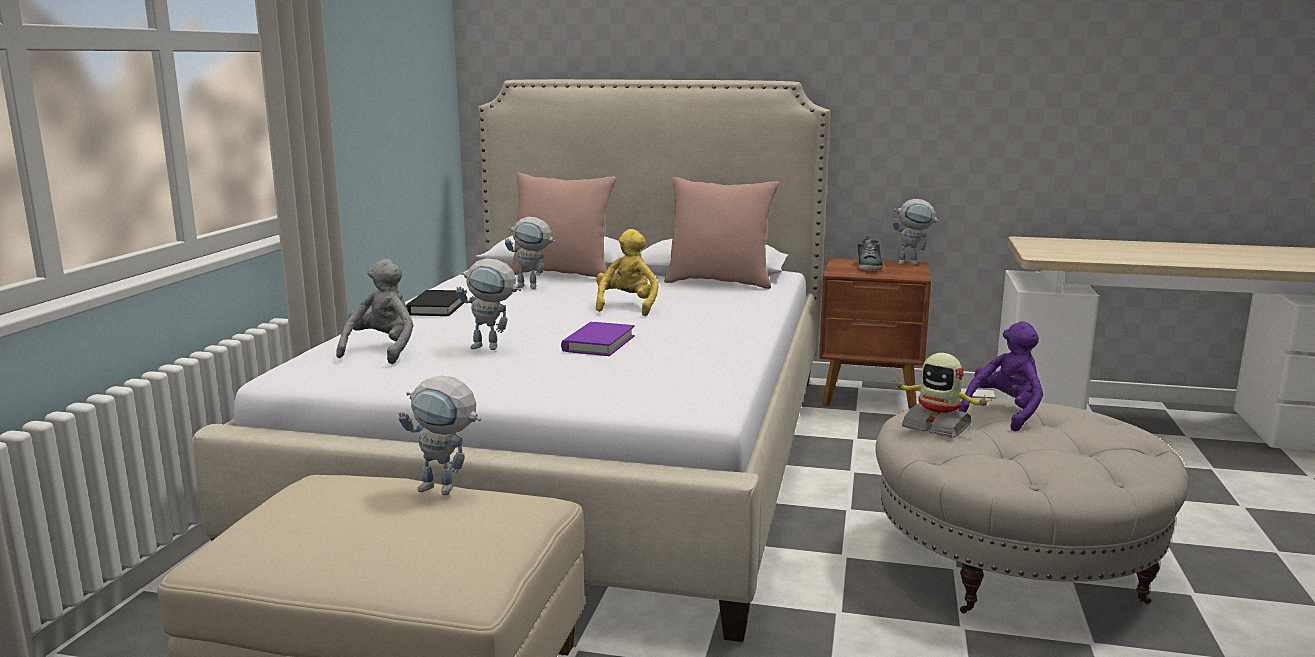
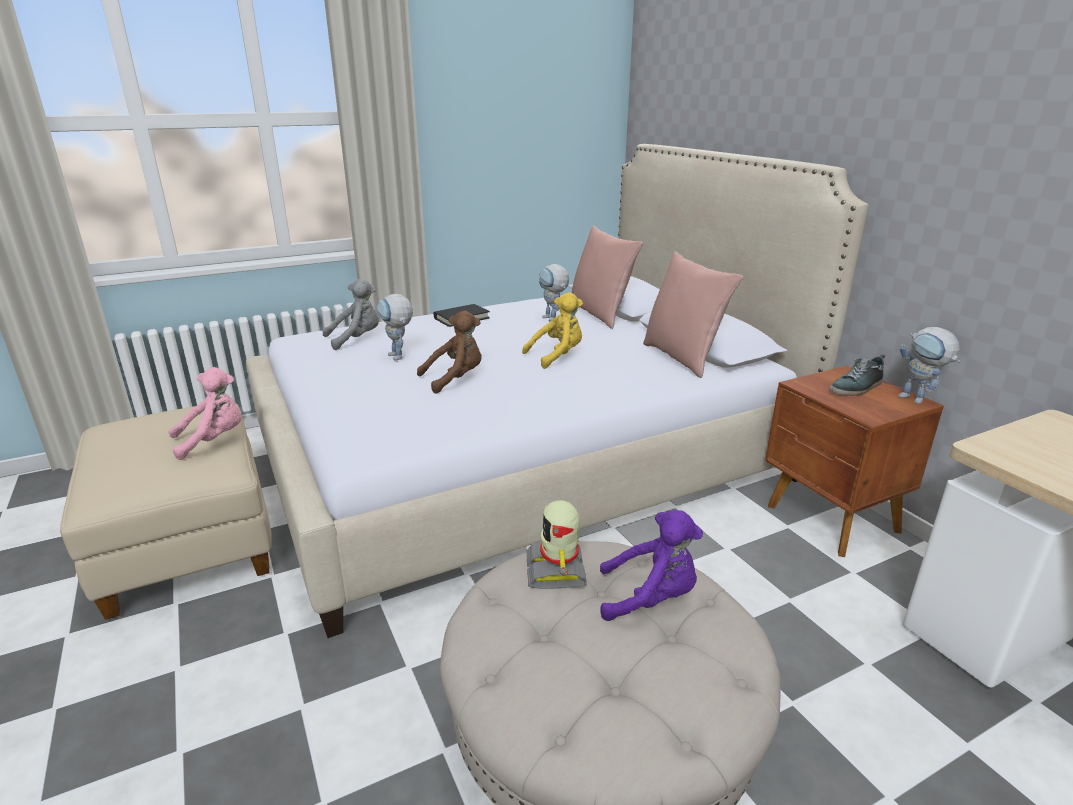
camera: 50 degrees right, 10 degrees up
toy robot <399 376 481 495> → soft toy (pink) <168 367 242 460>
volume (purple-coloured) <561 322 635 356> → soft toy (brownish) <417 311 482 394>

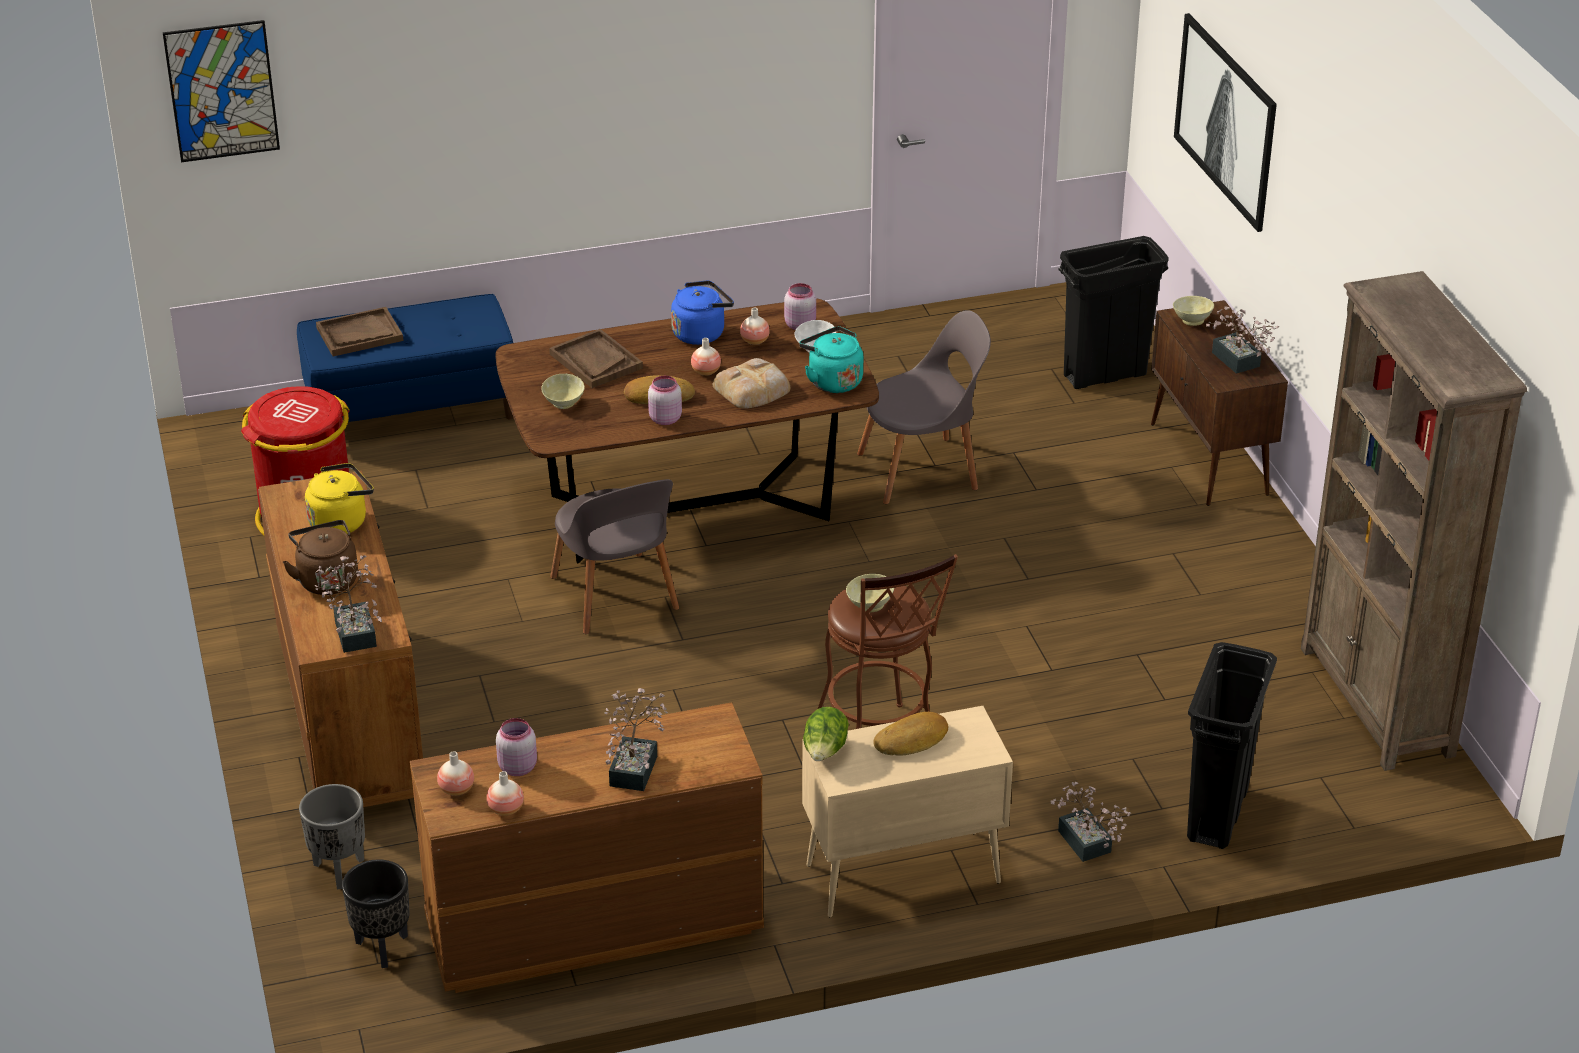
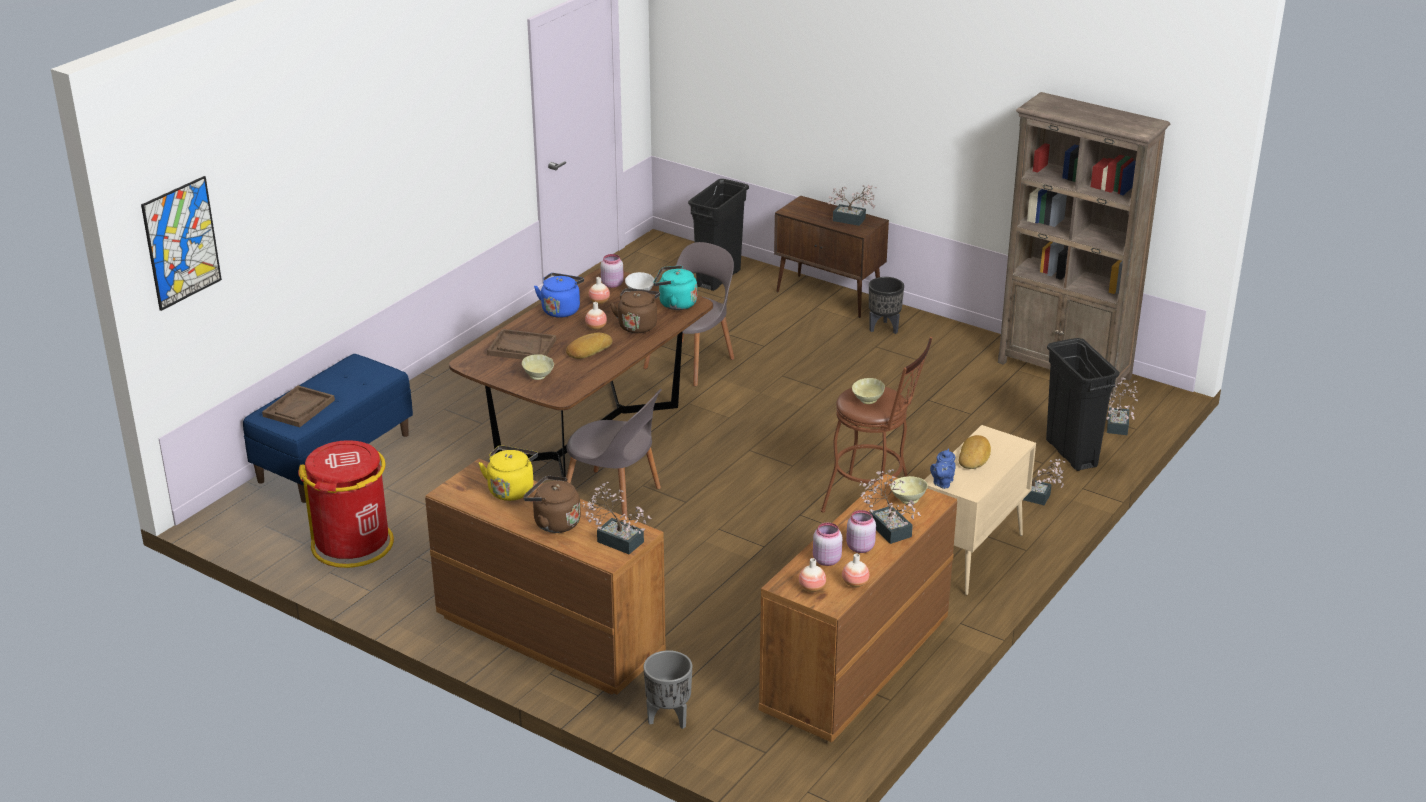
camera: 40 degrees left, 5 degrees down
flower pot (black-coloured) <342 859 409 968> → flower pot (black-coloured) <869 277 904 334>, relocated
jar (pink) <648 376 682 425> → jar (pink) <846 510 876 553>, relocated
bread <713 358 790 409> → kettle (brownish) <610 288 660 333>
head of lettuce <803 707 849 761> → teapot (blue) <930 448 956 489>
deep dish (beige-coloured) <1173 296 1214 326> → deep dish (beige-coloured) <890 476 928 504>, relocated
picture <1174 13 1277 232> → -
- → plant in a pot <1106 378 1138 435>

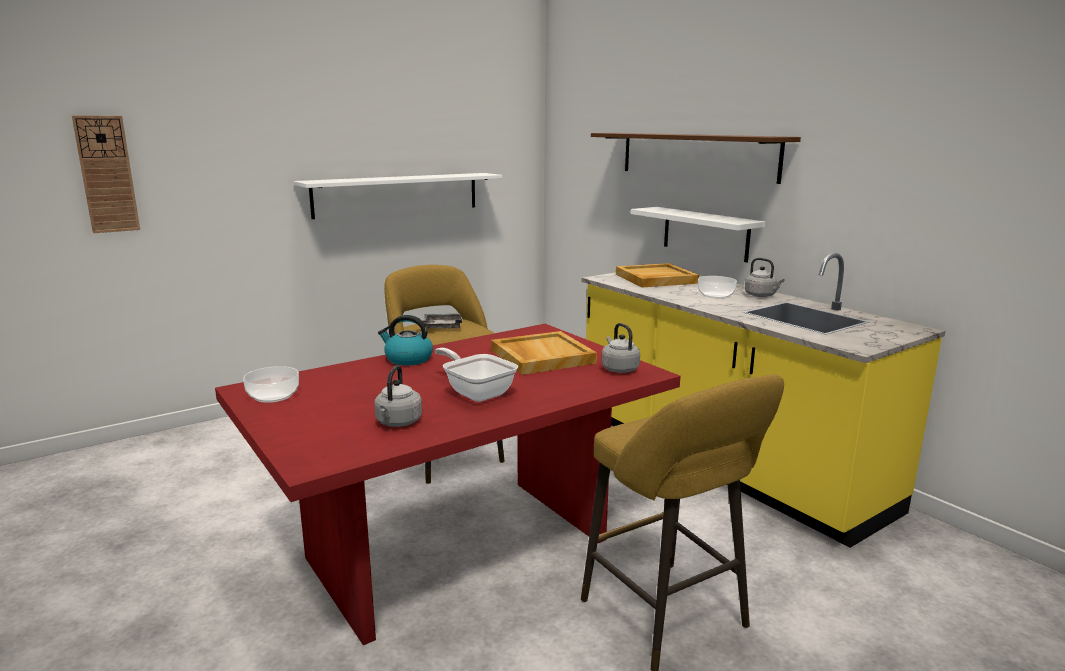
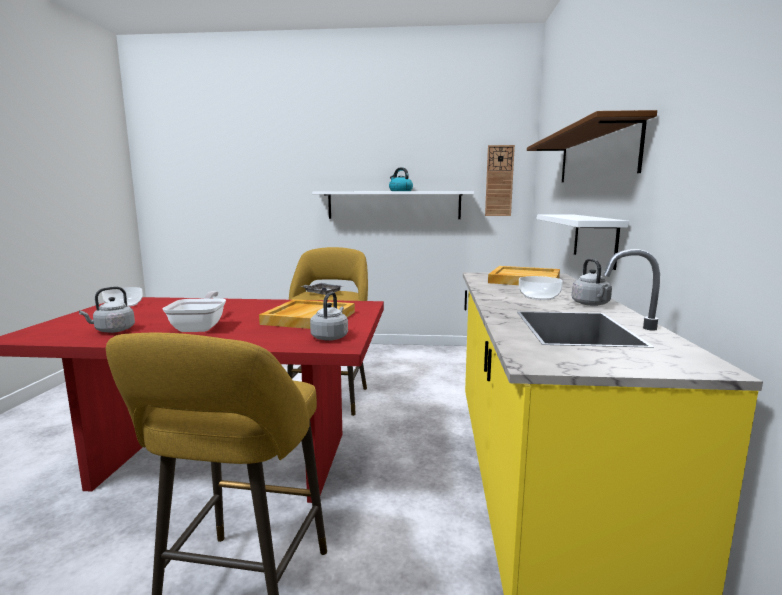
camera: 40 degrees right, 5 degrees down
wall clock <72 115 140 233> → wall clock <485 145 515 216>, relocated
kettle <378 315 433 365> → kettle <389 167 413 191>, relocated

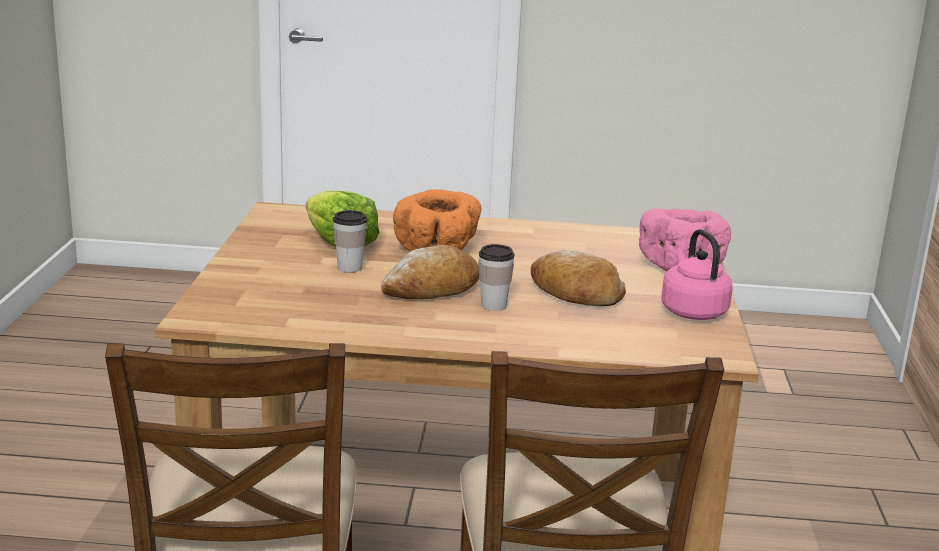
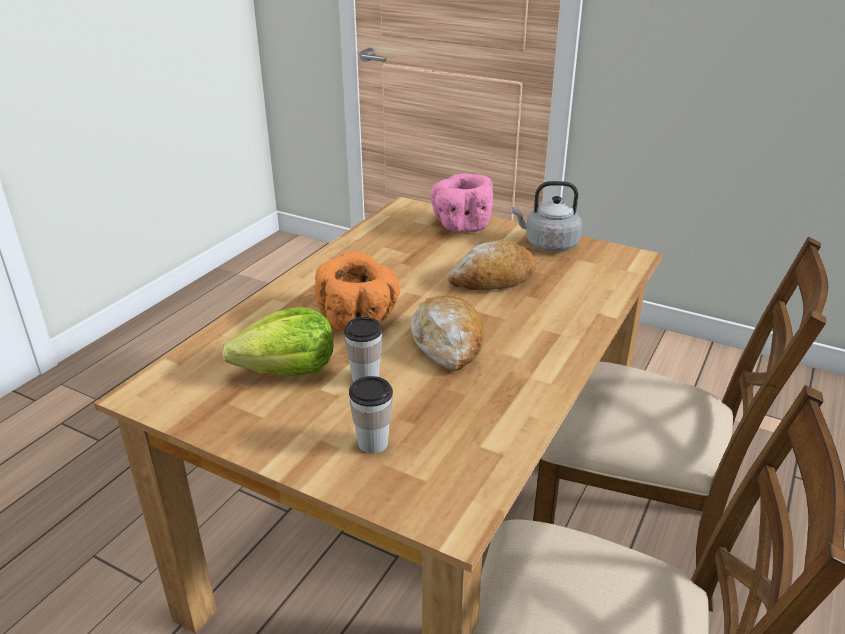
camera: 65 degrees left, 10 degrees up
cup <478 244 514 311> → cup <349 376 393 454>, relocated
kettle (pink) <661 229 733 320> → kettle (greyish) <512 181 582 252>

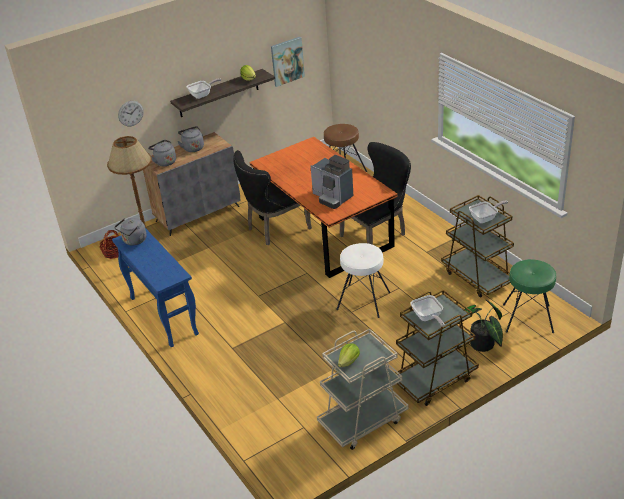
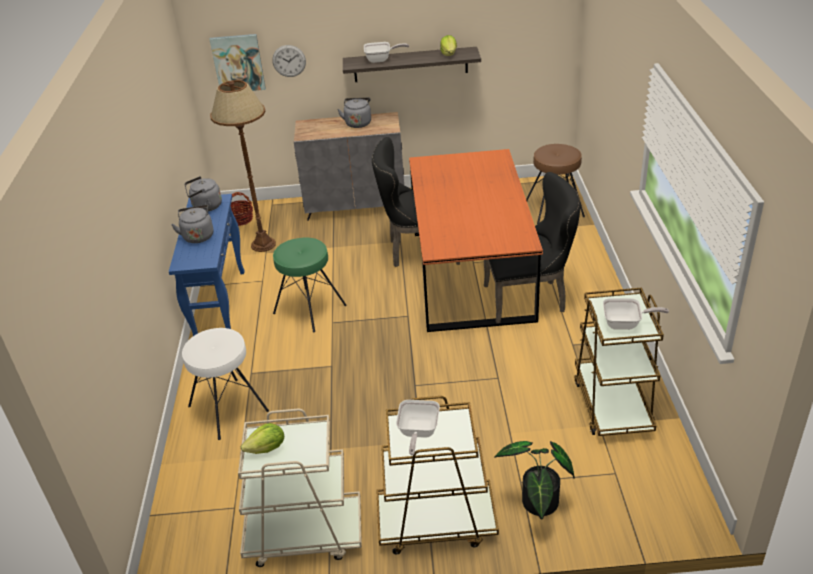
camera: 30 degrees right, 0 degrees up
kettle (greyish) <148 140 176 166> → kettle (greyish) <171 205 213 243>, relocated
picture <271 37 305 87> → picture <209 34 266 91>, relocated
coffee machine <311 155 353 209> → -
stool (white) <336 243 390 318> → stool (white) <182 328 269 440>, relocated
stool (green-coloured) <503 259 556 333> → stool (green-coloured) <273 238 347 332>, relocated

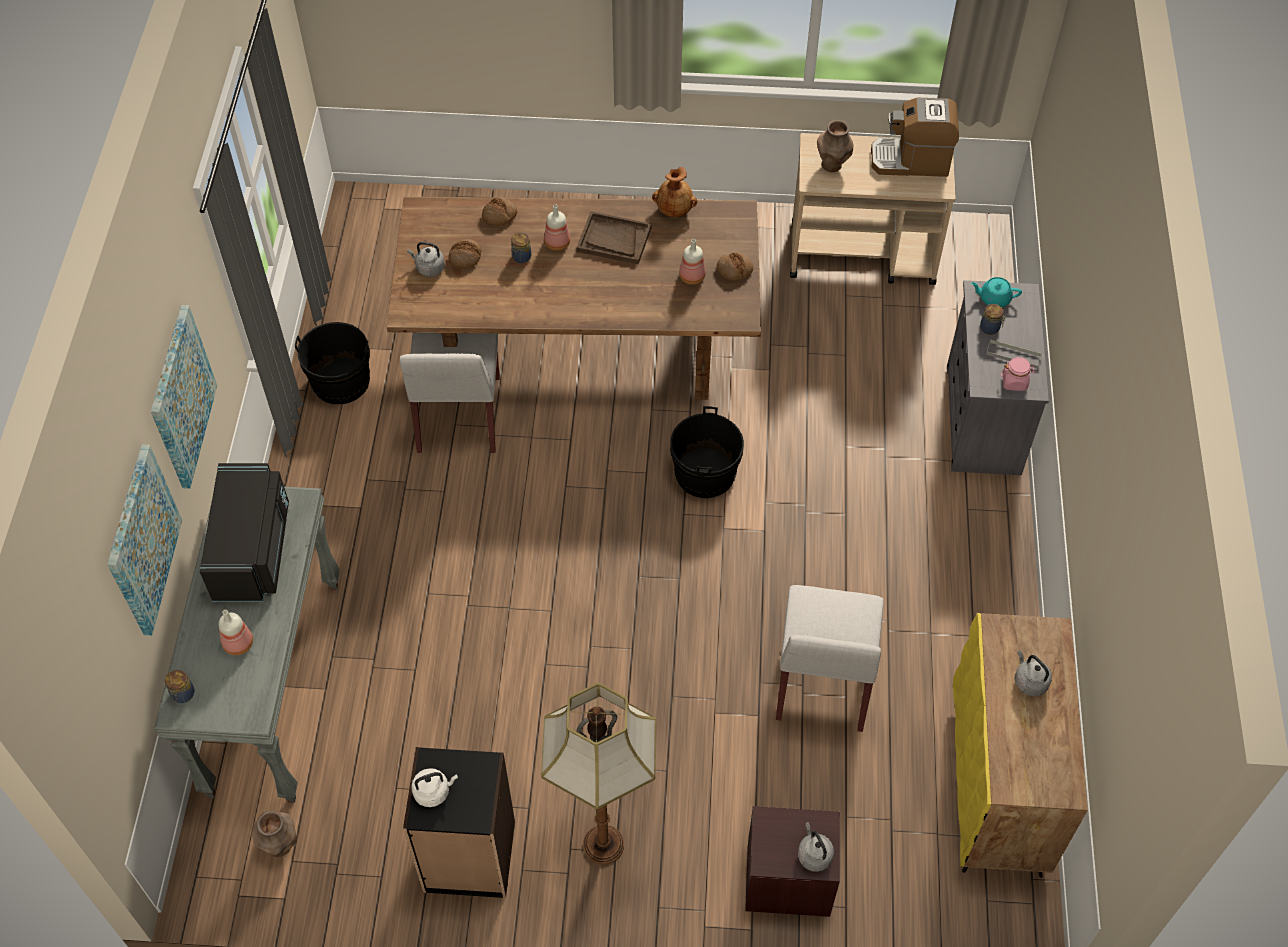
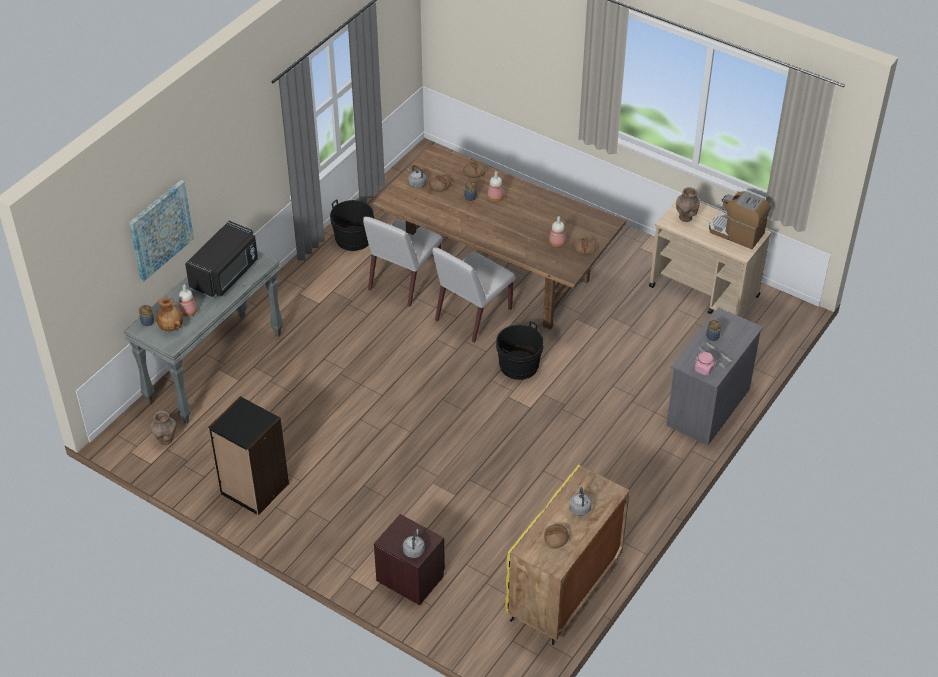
camera: 30 degrees right, 10 degrees down
picture <151 305 217 489> → -
kettle (white) <411 768 458 807> → -
standing lamp <541 683 656 865> → -
carrying tray (brownish) <576 211 652 264> → -
vase (brownish) <652 167 697 217> → vase (brownish) <156 297 183 331>, relocated
plain chair (white) <776 585 884 732> → plain chair (white) <432 247 515 343>, relocated
teapot (blue-green) <971 277 1022 307> → -
- → bread <544 524 569 549>

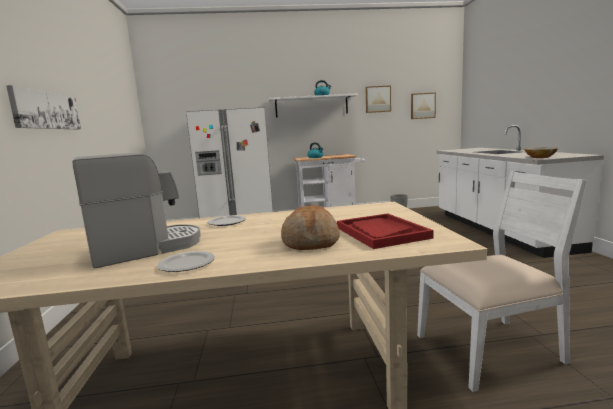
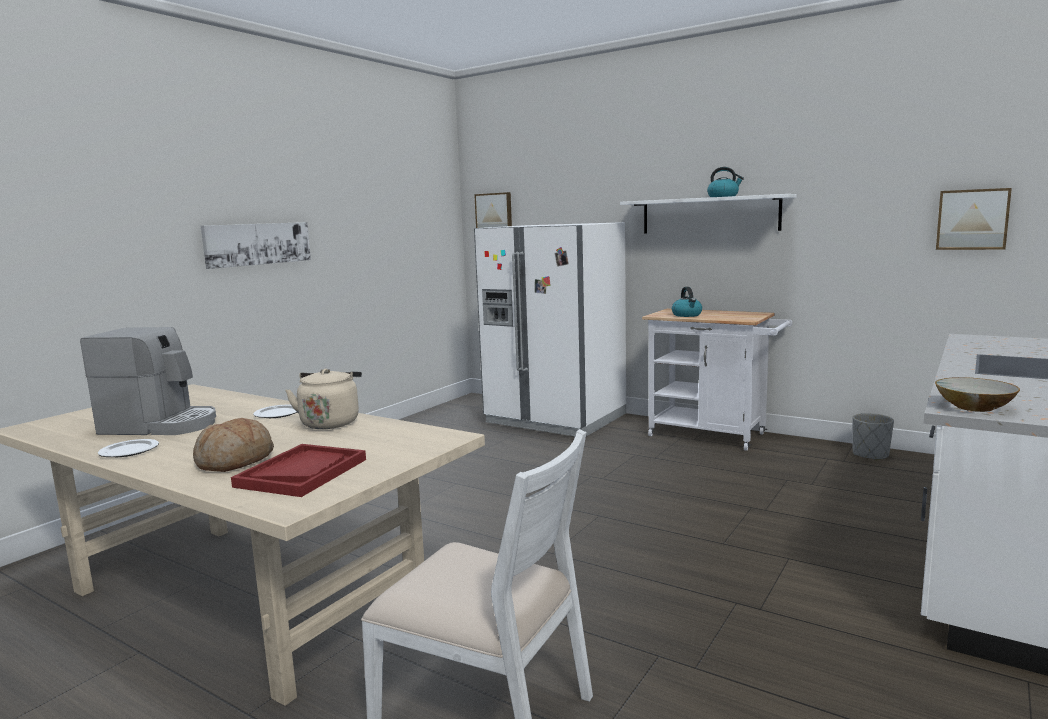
camera: 40 degrees right, 0 degrees up
picture <365 85 391 113> → picture <474 192 512 228>, relocated
- → kettle (beige-coloured) <285 369 362 429>

